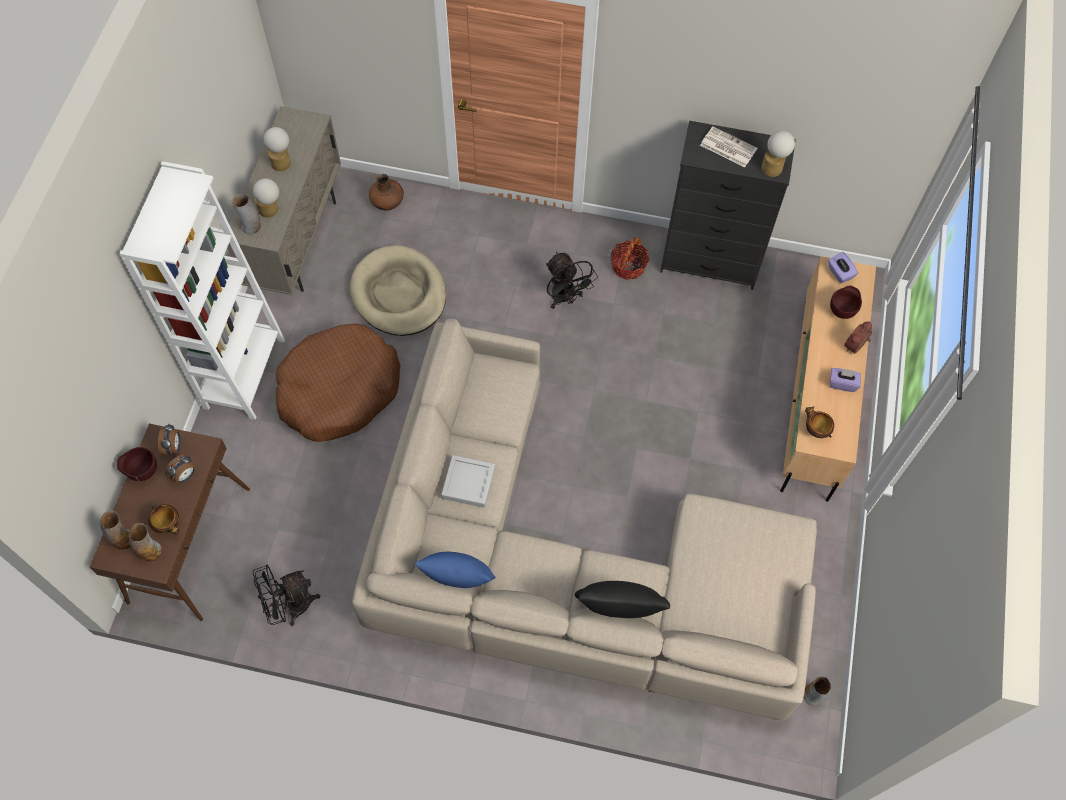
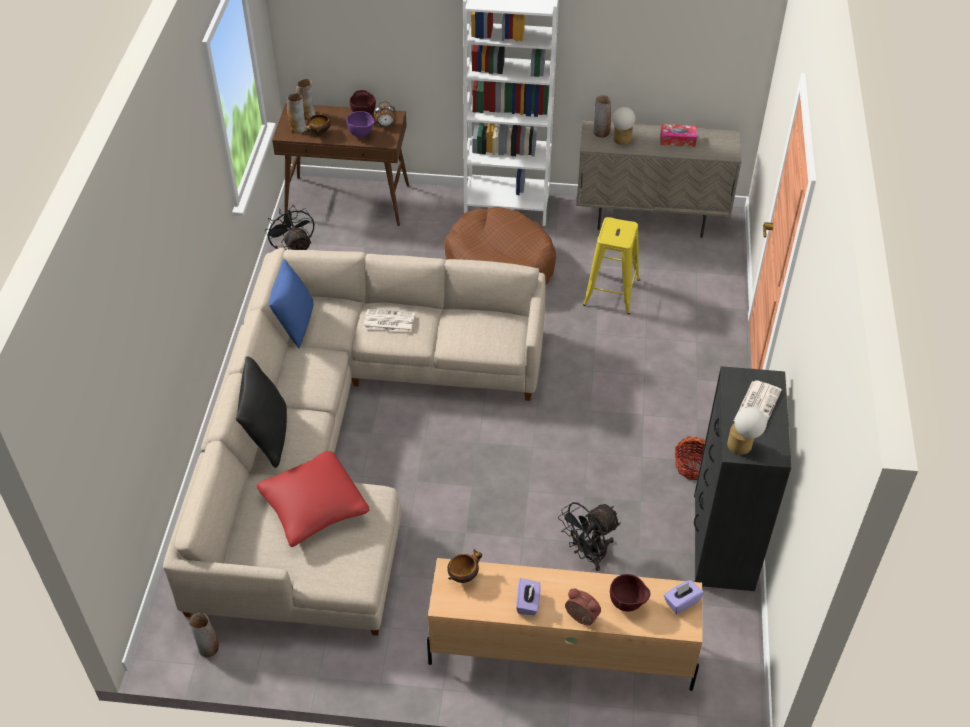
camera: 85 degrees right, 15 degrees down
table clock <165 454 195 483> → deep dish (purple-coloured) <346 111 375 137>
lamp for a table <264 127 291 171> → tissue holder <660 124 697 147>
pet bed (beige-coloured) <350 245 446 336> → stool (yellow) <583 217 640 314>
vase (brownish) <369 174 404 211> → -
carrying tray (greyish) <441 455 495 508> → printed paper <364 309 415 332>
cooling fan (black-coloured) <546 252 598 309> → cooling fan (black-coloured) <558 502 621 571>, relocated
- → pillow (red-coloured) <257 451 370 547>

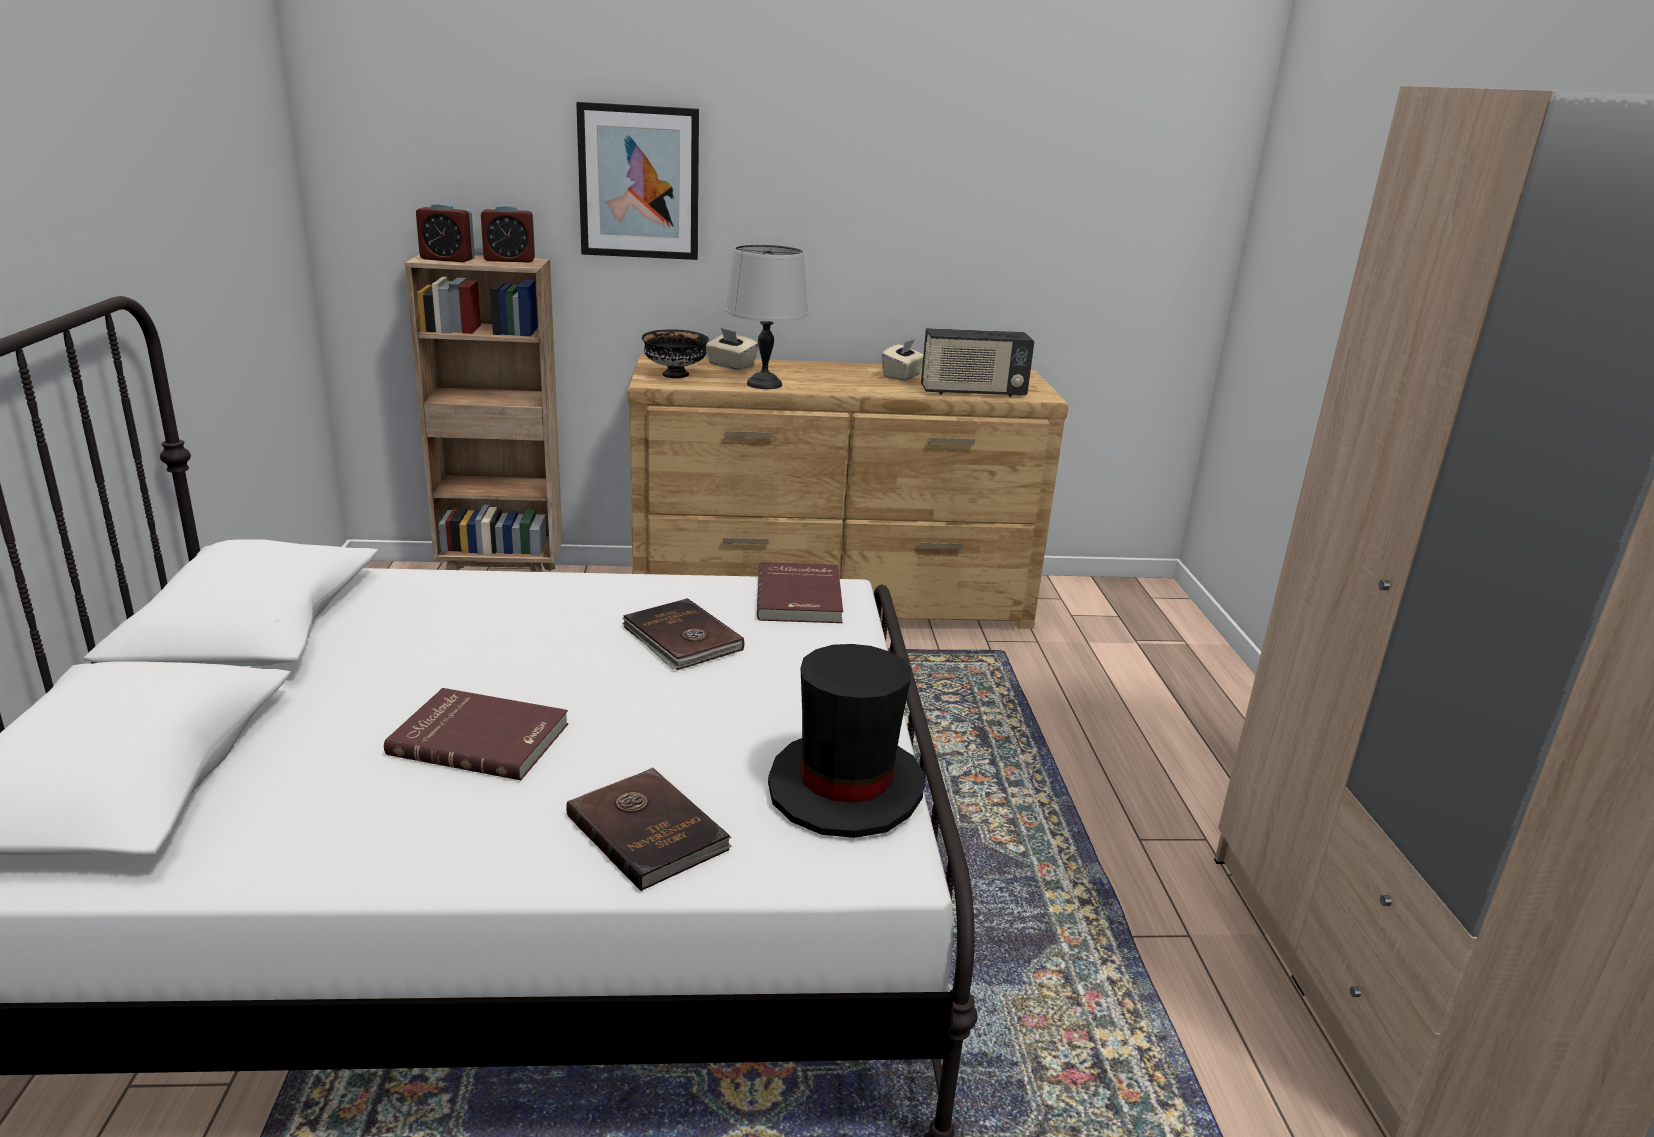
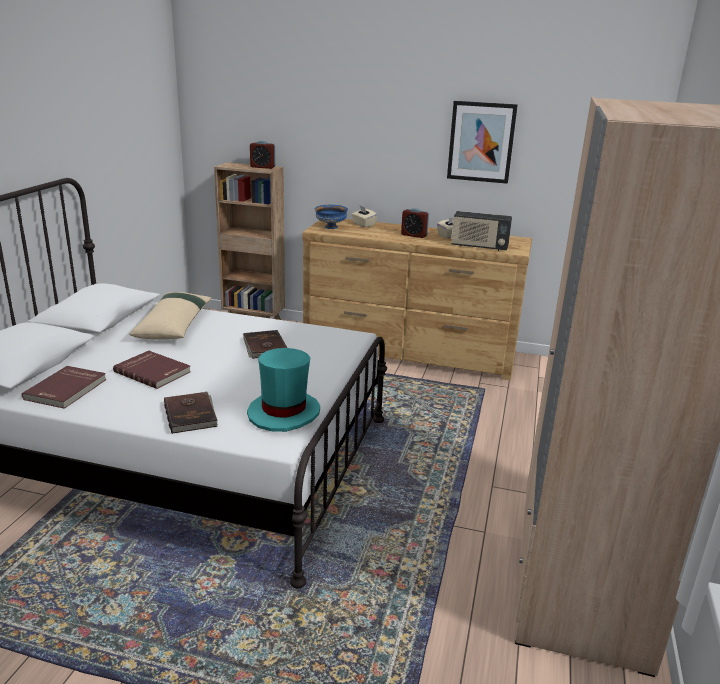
camera: 20 degrees right, 0 degrees up
table clock <416 203 475 262> → table clock <401 208 429 238>, relocated
picture <576 102 699 260> → picture <447 101 518 184>, relocated
deep dish (black-coloured) <642 330 709 378> → deep dish (blue) <315 205 348 229>
lamp for a table (greyish) <725 244 809 389> → -
volume (red-coloured) <757 562 843 623> → volume (red-coloured) <22 366 106 409>, relocated
hat (black-coloured) <768 644 924 838> → hat (blue-green) <247 348 320 432>
- → pillow (beige-coloured) <129 292 212 339>

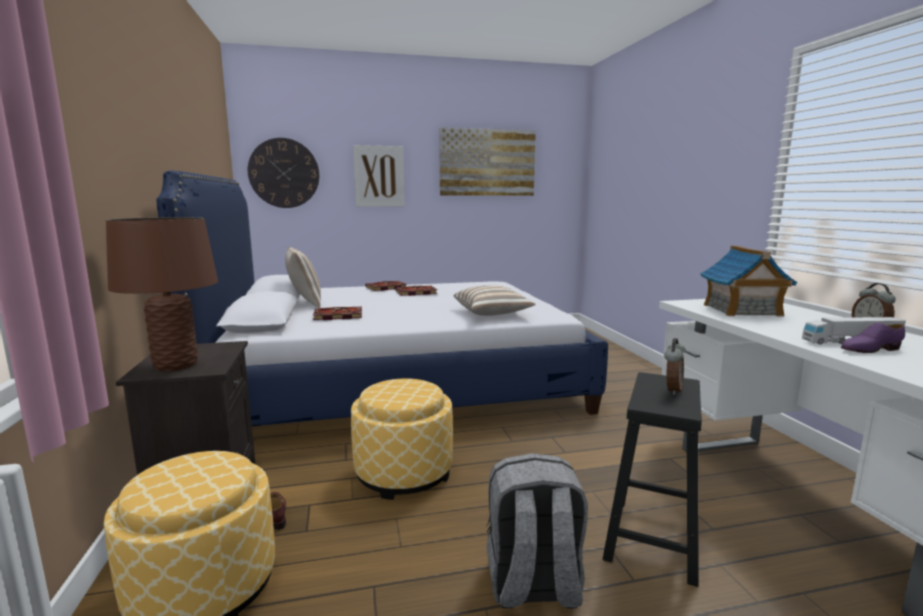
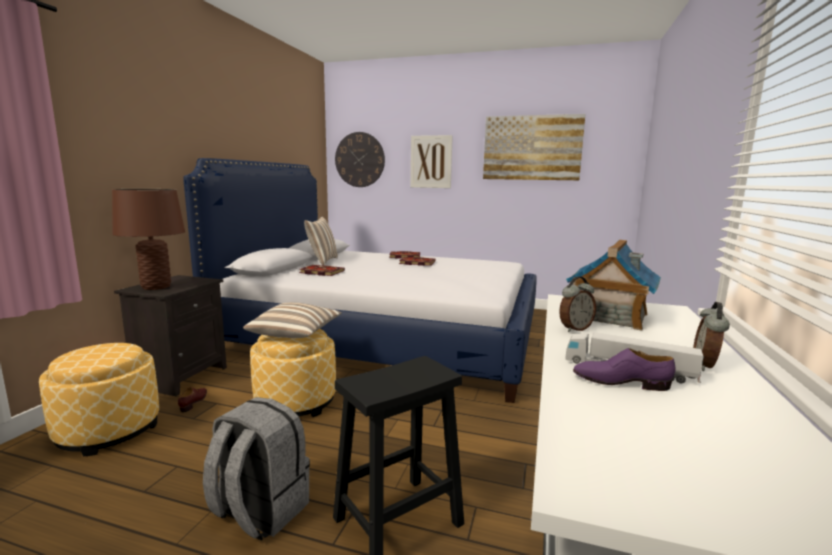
camera: 30 degrees right, 0 degrees up
pillow <454 285 536 316> → pillow <243 302 342 338>, relocated
table clock <664 338 686 395> → table clock <559 276 596 332>, relocated

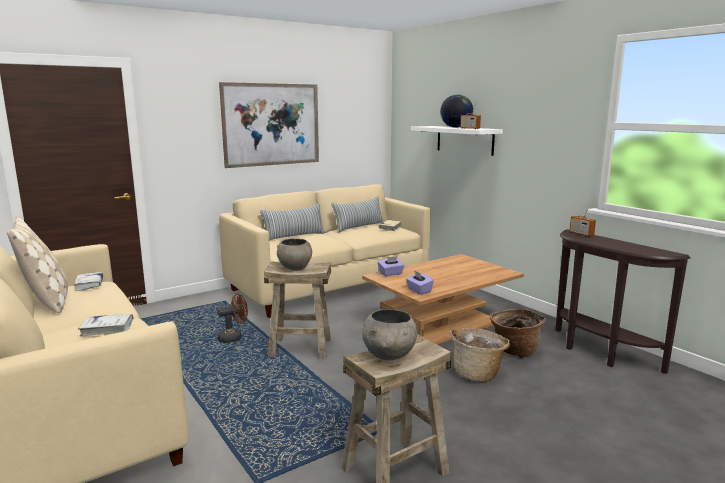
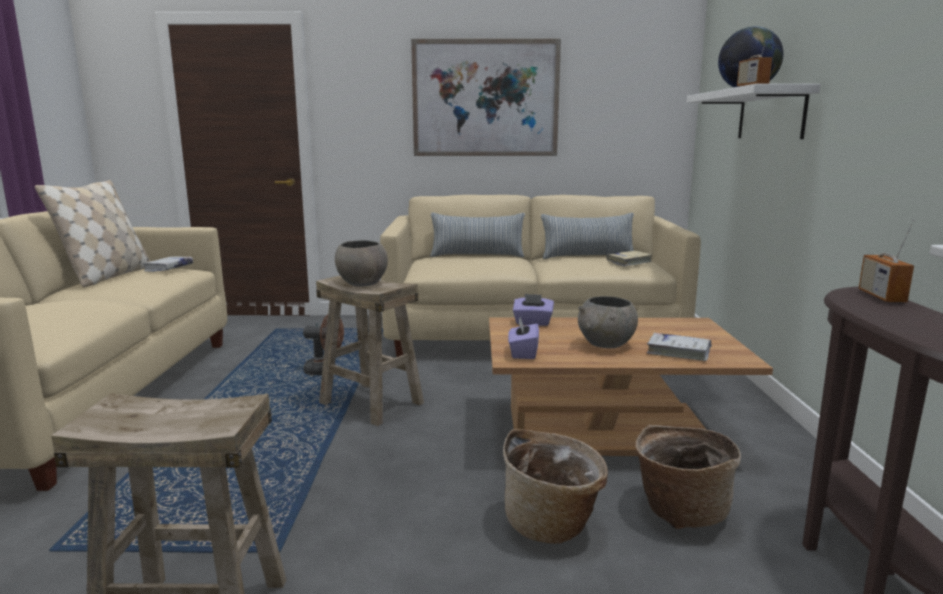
camera: 35 degrees right, 0 degrees up
volume (white) <78 314 134 336> → volume (white) <647 333 712 361>, relocated
deep dish (greyish) <362 309 418 360> → deep dish (greyish) <578 296 638 348>, relocated

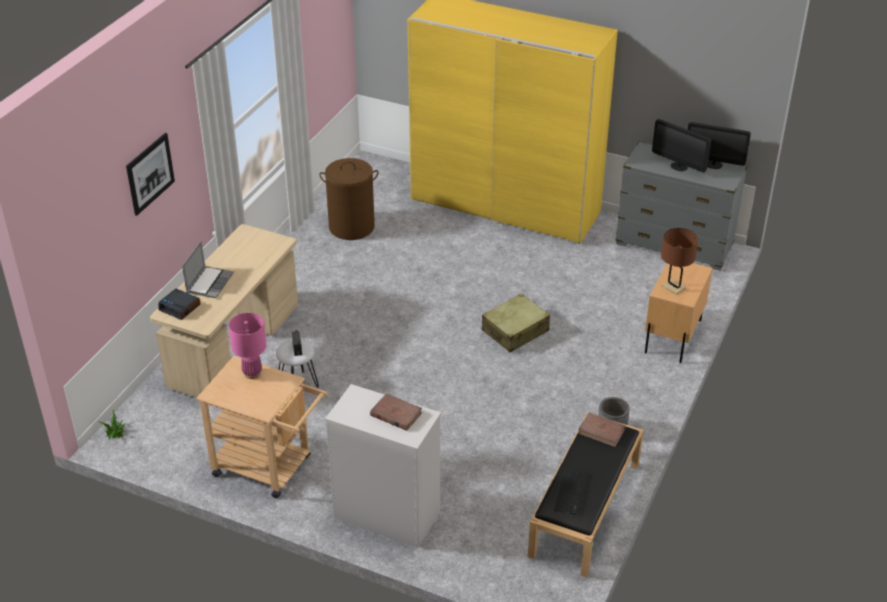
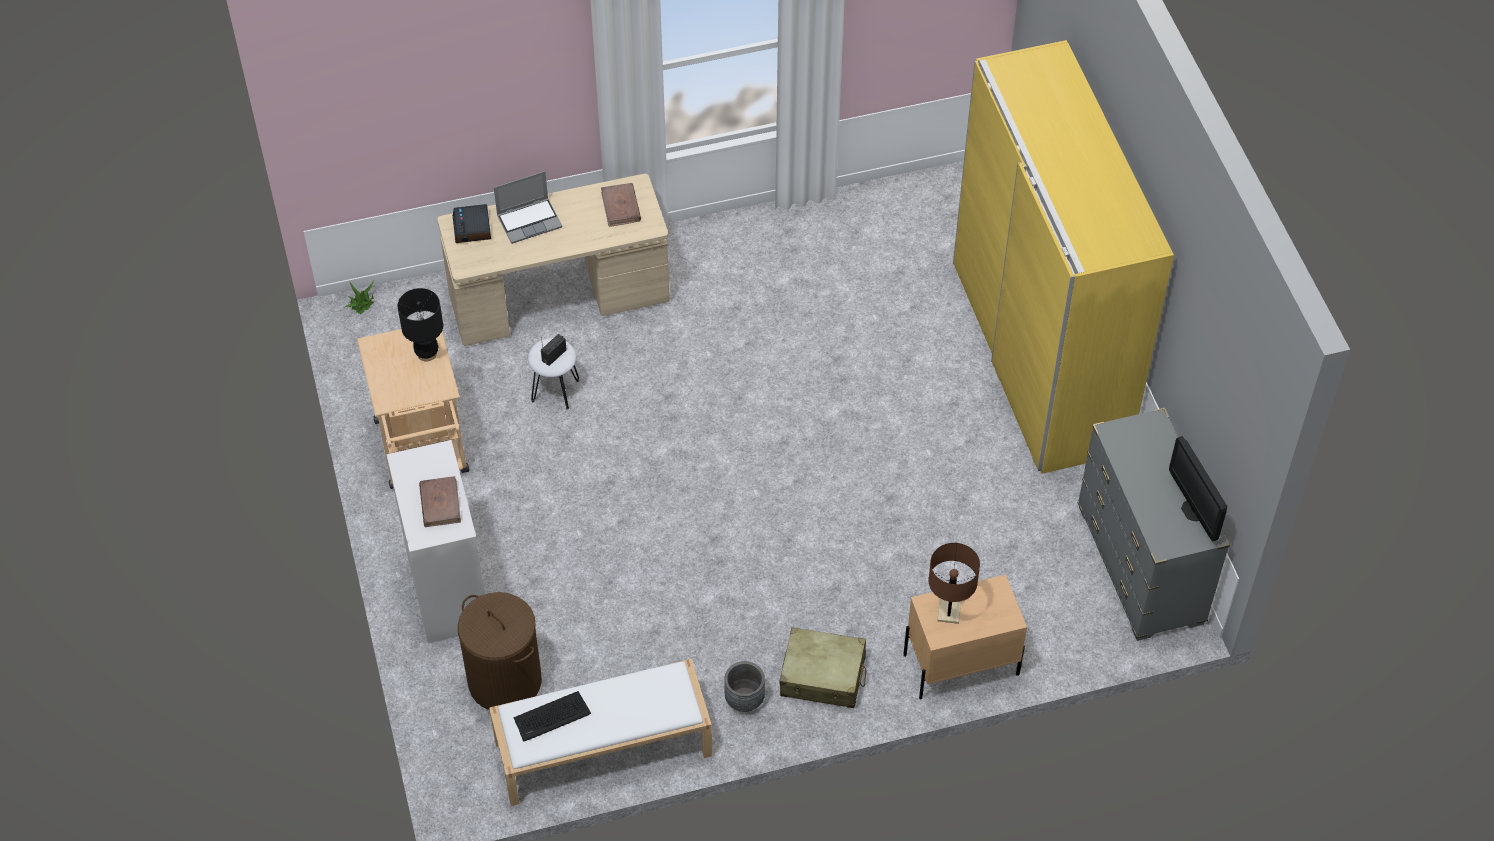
camera: 50 degrees right, 15 degrees up
picture <126 133 175 216> → -
lamp for a table (pink) <229 313 267 379> → lamp for a table (black-coloured) <397 288 443 361>
hamper (brownish) <319 158 379 240> → hamper (brownish) <458 592 542 710>, relocated
suitcase (beige-coloured) <482 293 550 352> → suitcase (beige-coloured) <779 627 866 708>, relocated
long seat (black-coloured) <528 413 644 578> → long seat (white) <489 659 712 806>
volume (brownish) <578 412 626 447> → volume (brownish) <601 183 641 227>, relocated
computer screen <652 119 711 172> → -

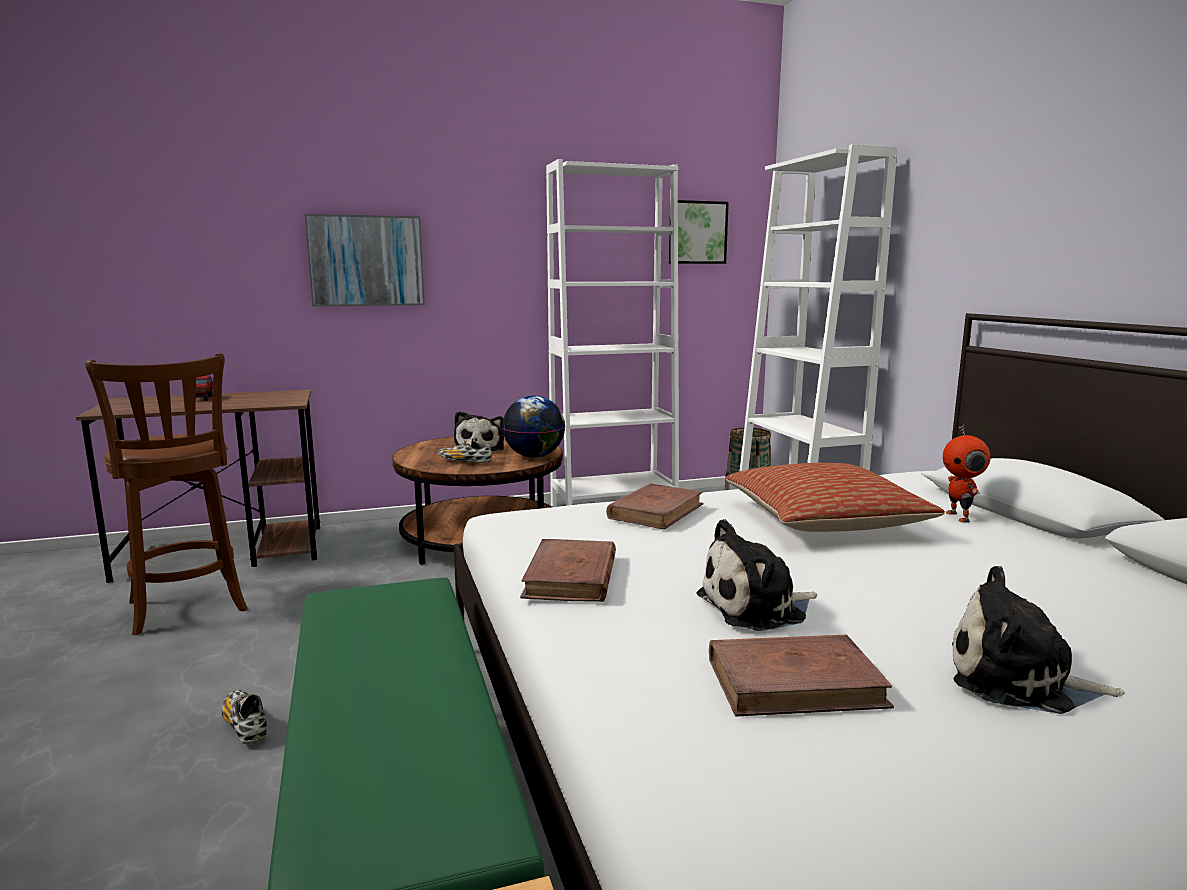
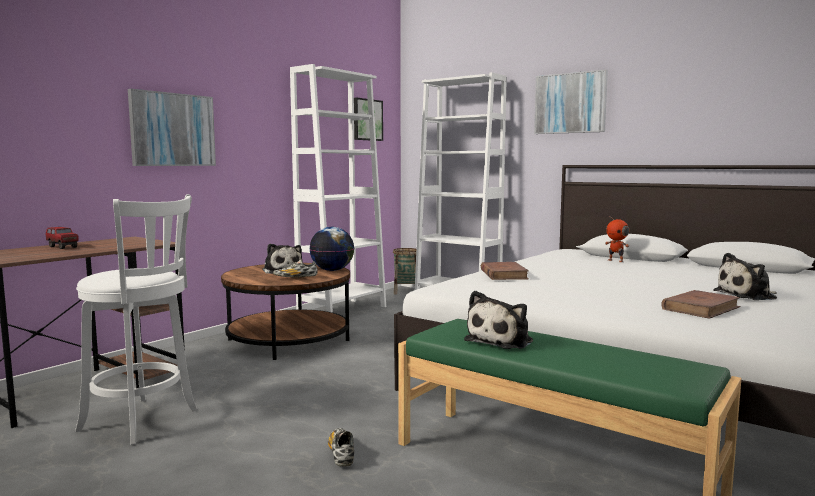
camera: 35 degrees left, 5 degrees down
stool (brownish) <85 353 248 635> → stool (white) <75 194 198 445>
item of footwear <222 690 267 744> → item of footwear <328 428 354 467>, 60 degrees clockwise
volume (brownish) <520 539 616 602> → -
soft toy <696 519 817 631> → soft toy <464 291 533 349>, relocated
pillow <726 463 945 532> → -
- → picture <534 70 608 134>

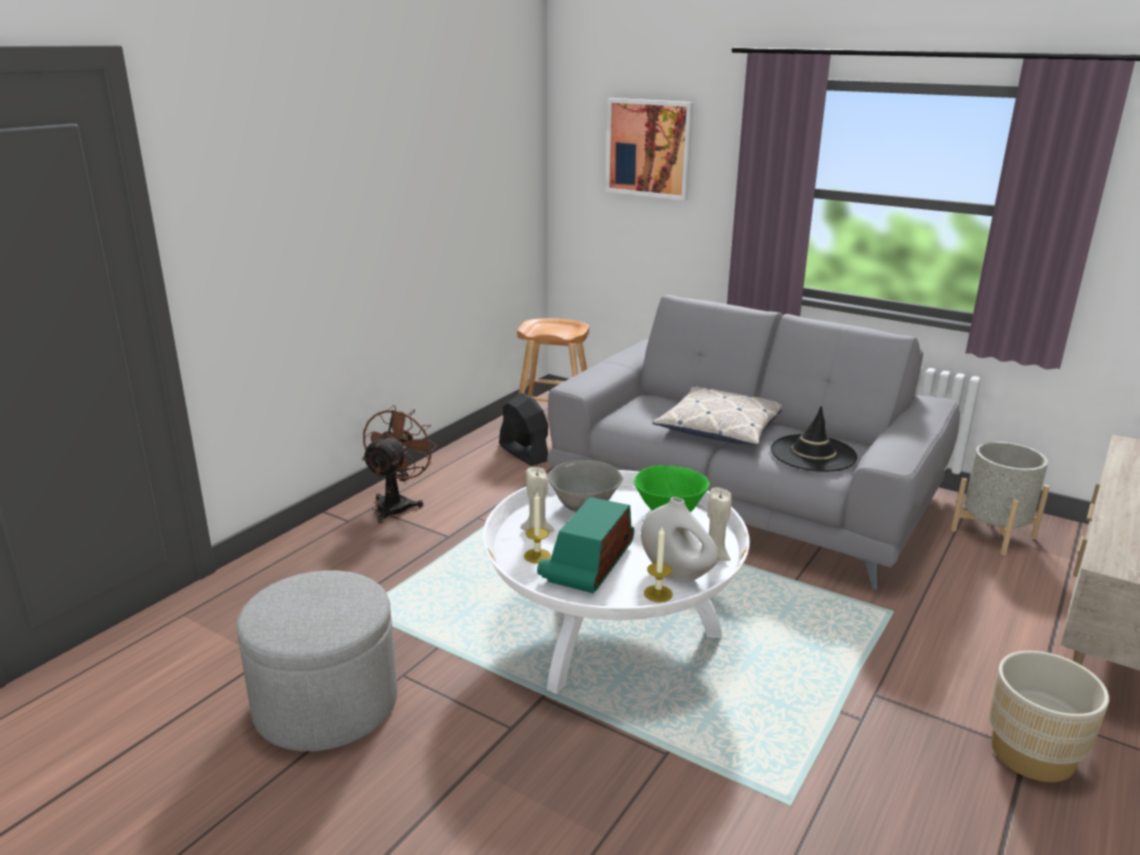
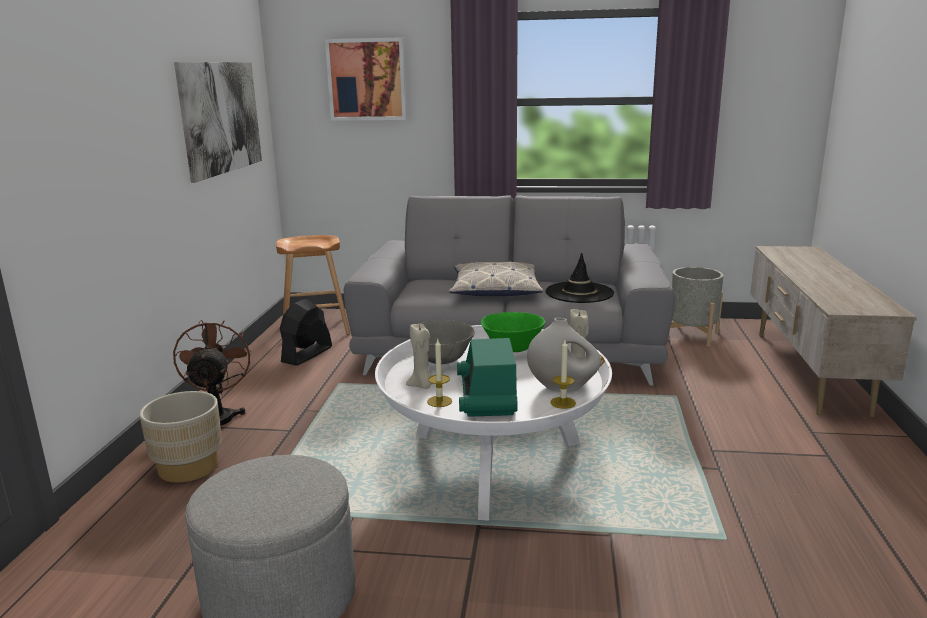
camera: 25 degrees left, 5 degrees down
cooling fan (black-coloured) <499 393 548 466> → cooling fan (black-coloured) <280 299 332 366>, 90 degrees counterclockwise
flower pot (beige-coloured) <989 651 1109 782> → flower pot (beige-coloured) <139 391 222 483>, relocated
- → picture <174 62 262 183>

